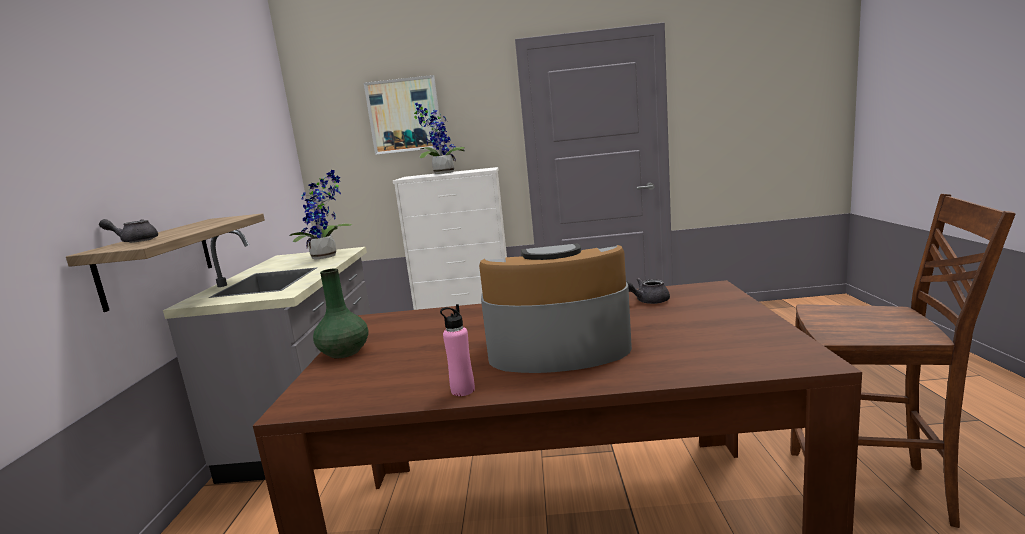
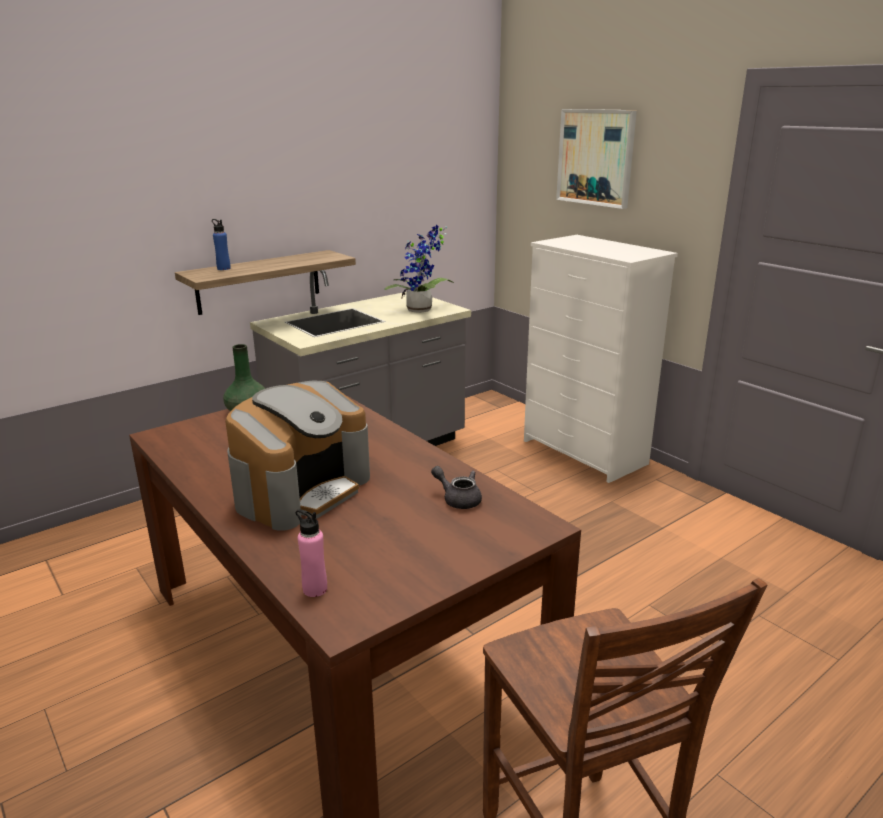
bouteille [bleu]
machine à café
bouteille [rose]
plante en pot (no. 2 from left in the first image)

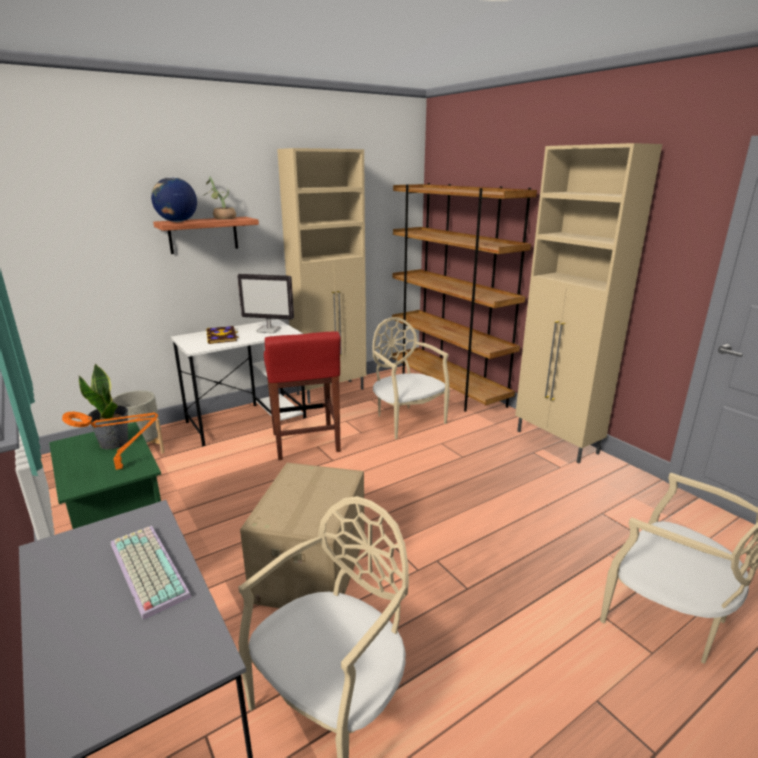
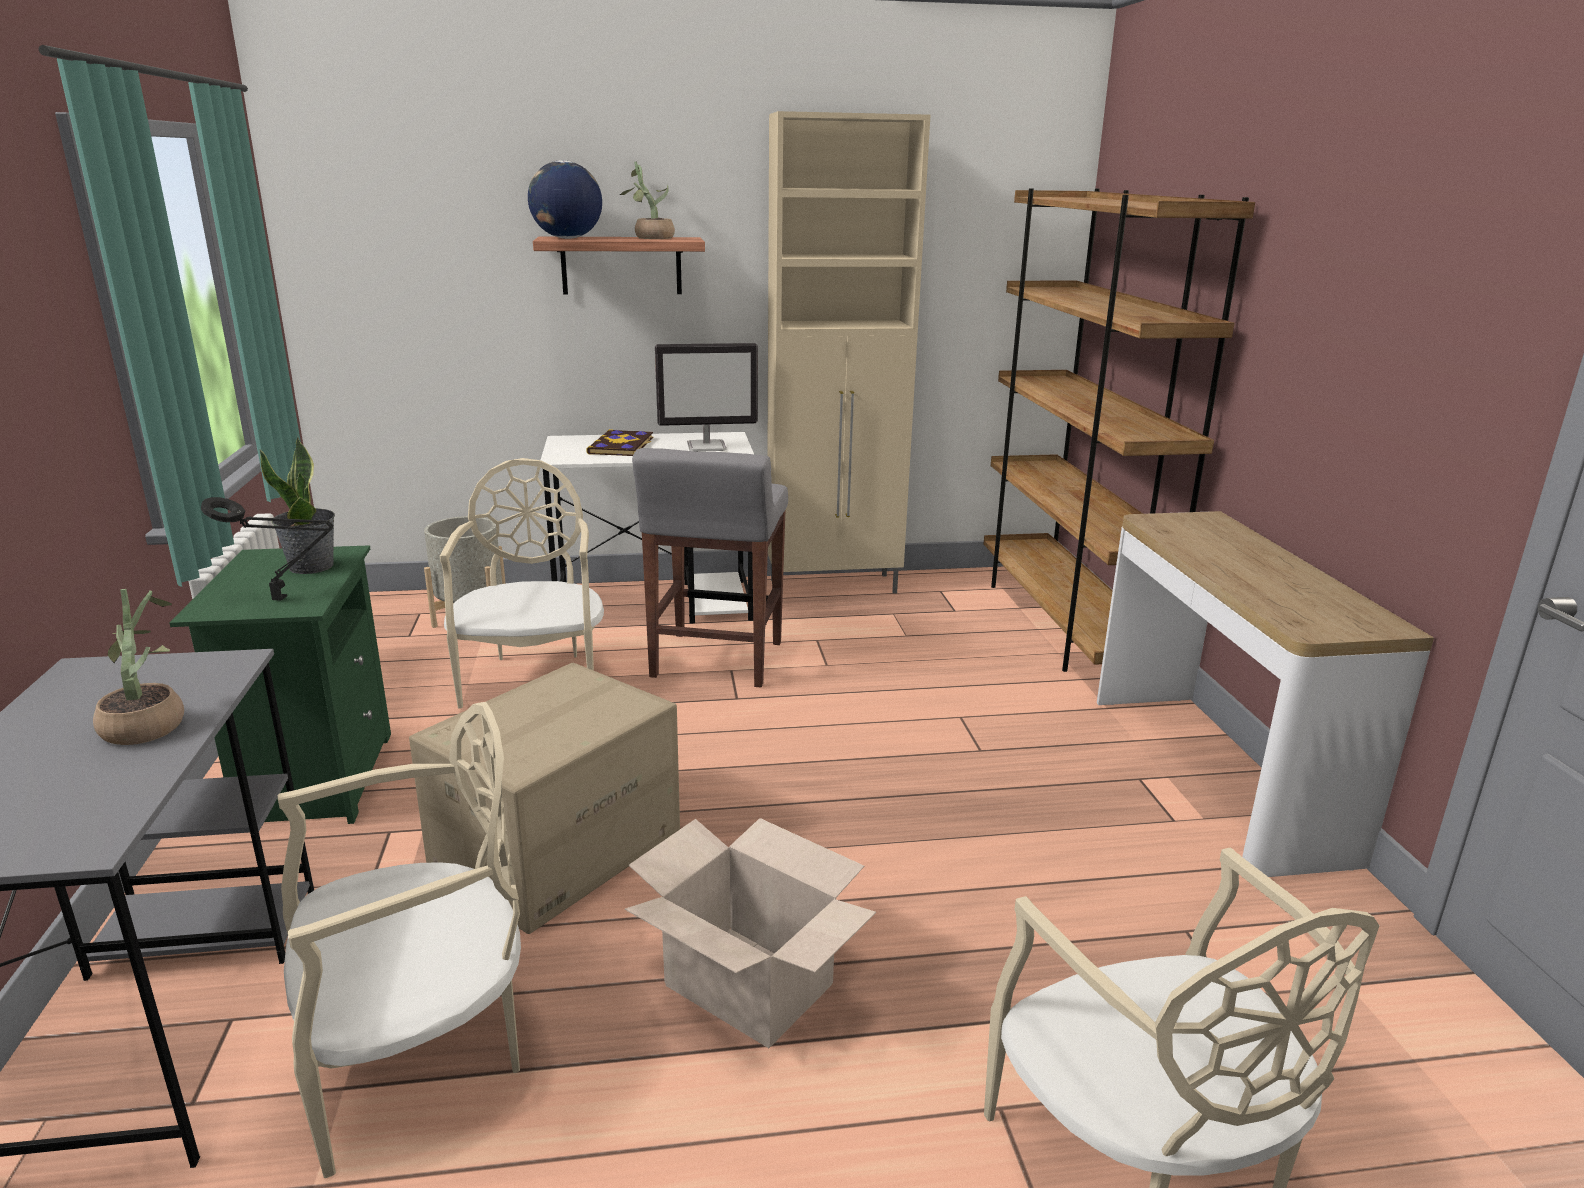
plante en pot (no. 1 from left)
lampe de table [noir]
chaise [beige] (no. 2 from left)
carton (no. 2 from left)
tabouret [gris]
écran d'ordinateur
table console

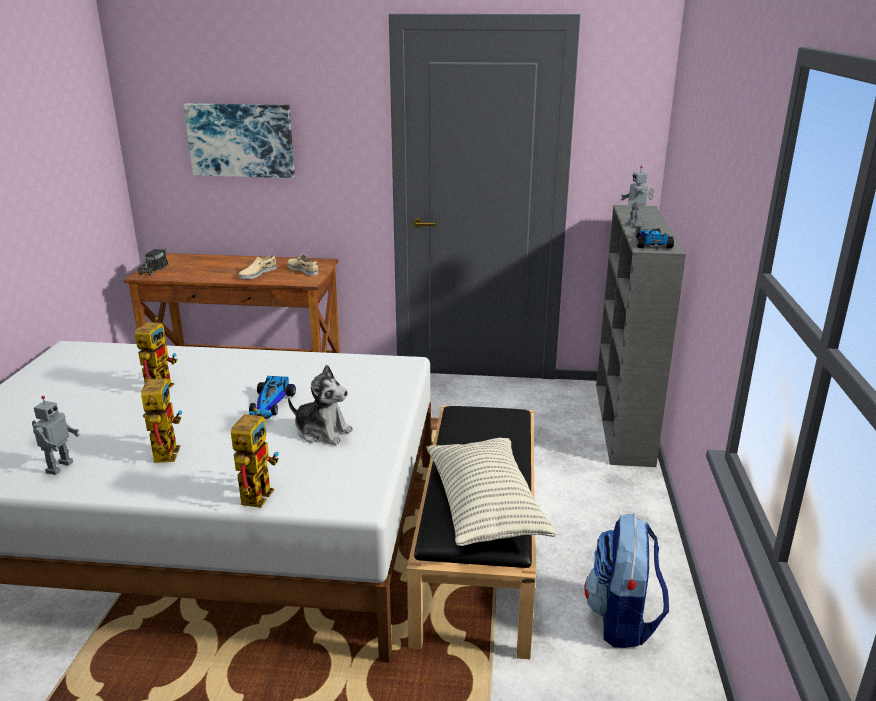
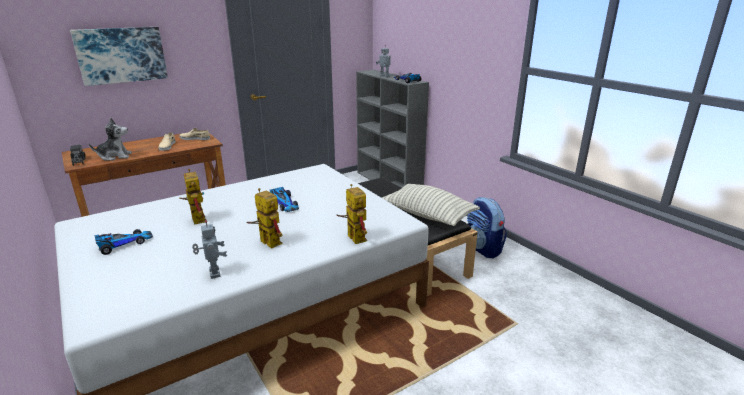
peluche
petite voiture (no. 1 from left)

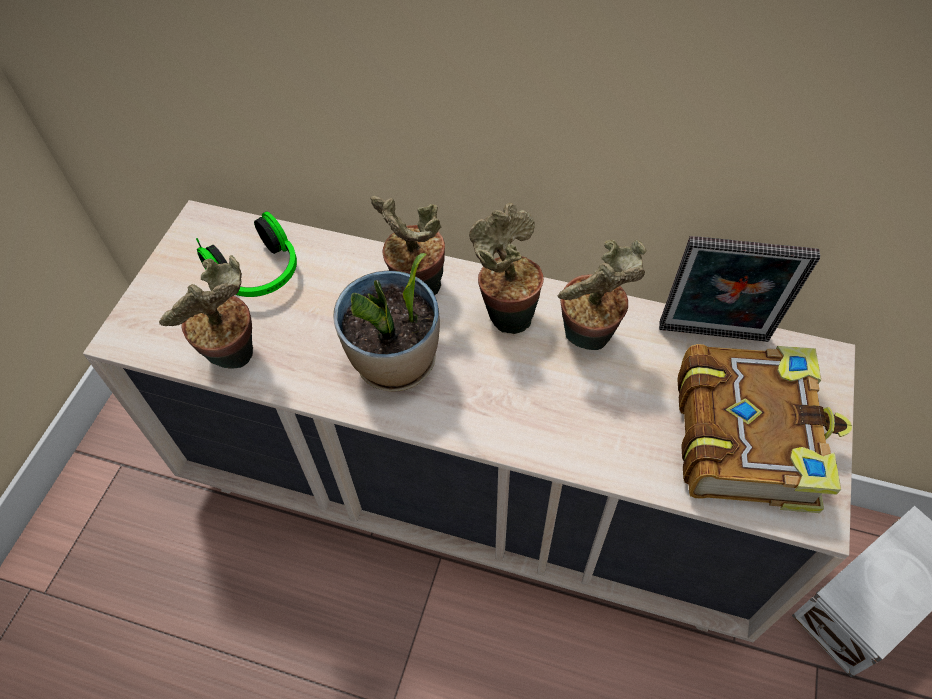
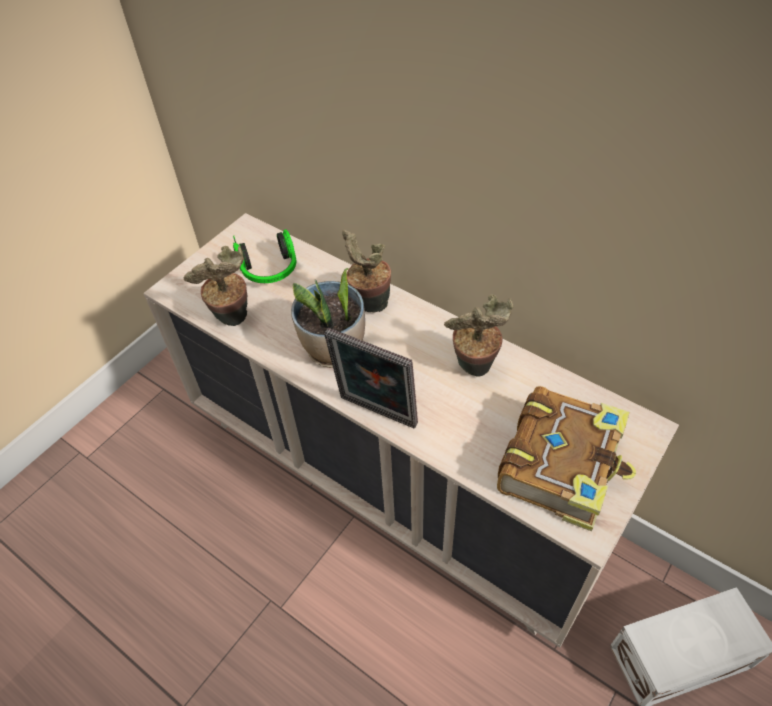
cadre photo
plante en pot (no. 4 from left in the first image)

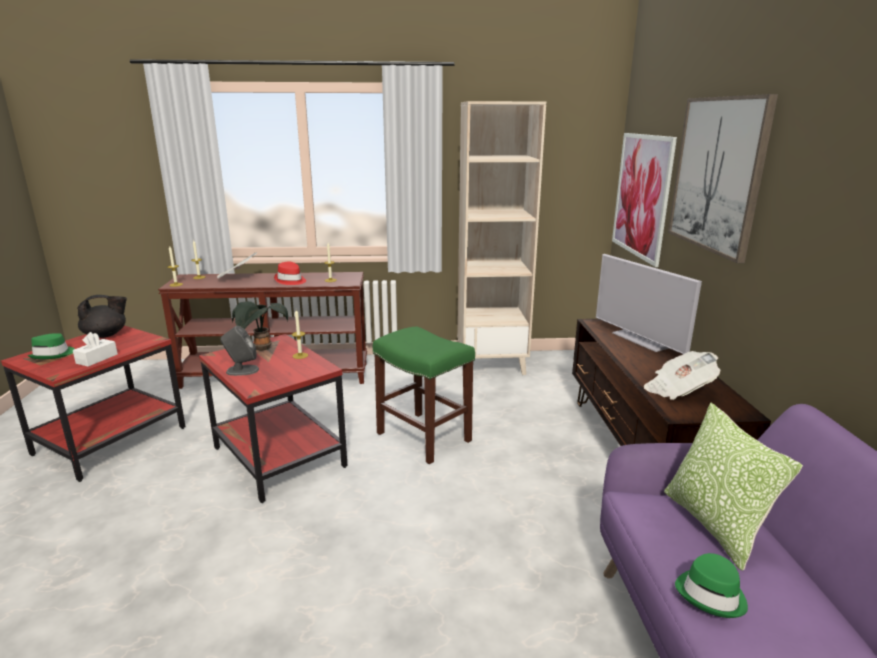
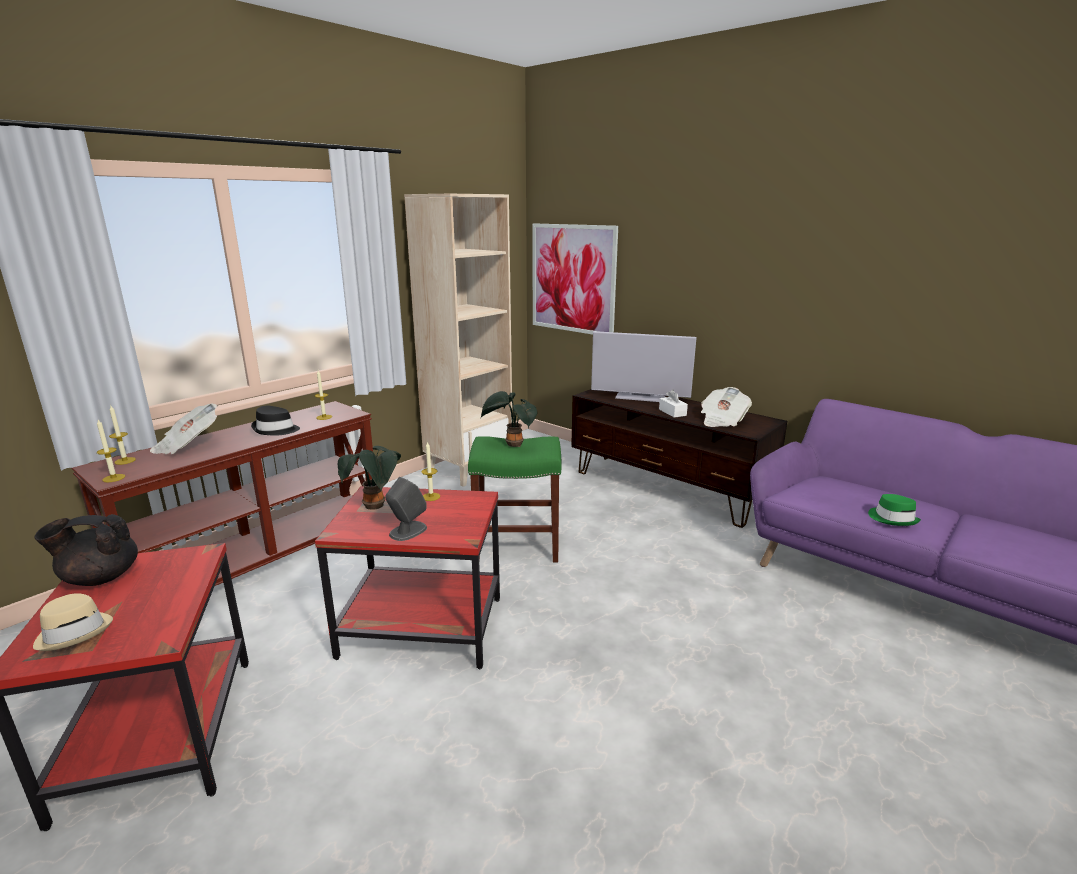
chapeau [beige]
théière [noir]
chapeau [noir]
plante en pot (no. 2 from left)
boîte à mouchoirs [blanc]
coussin
tableau (no. 2 from left in the first image)

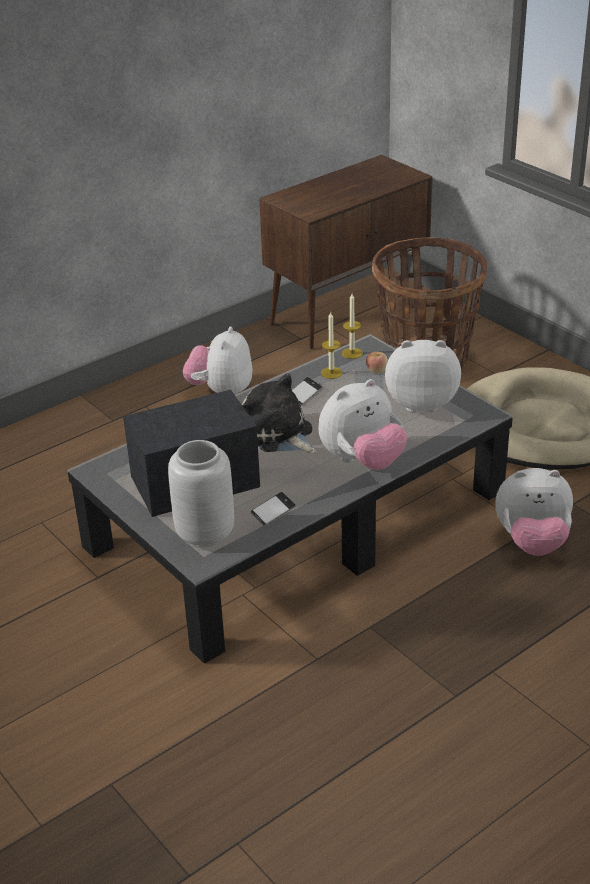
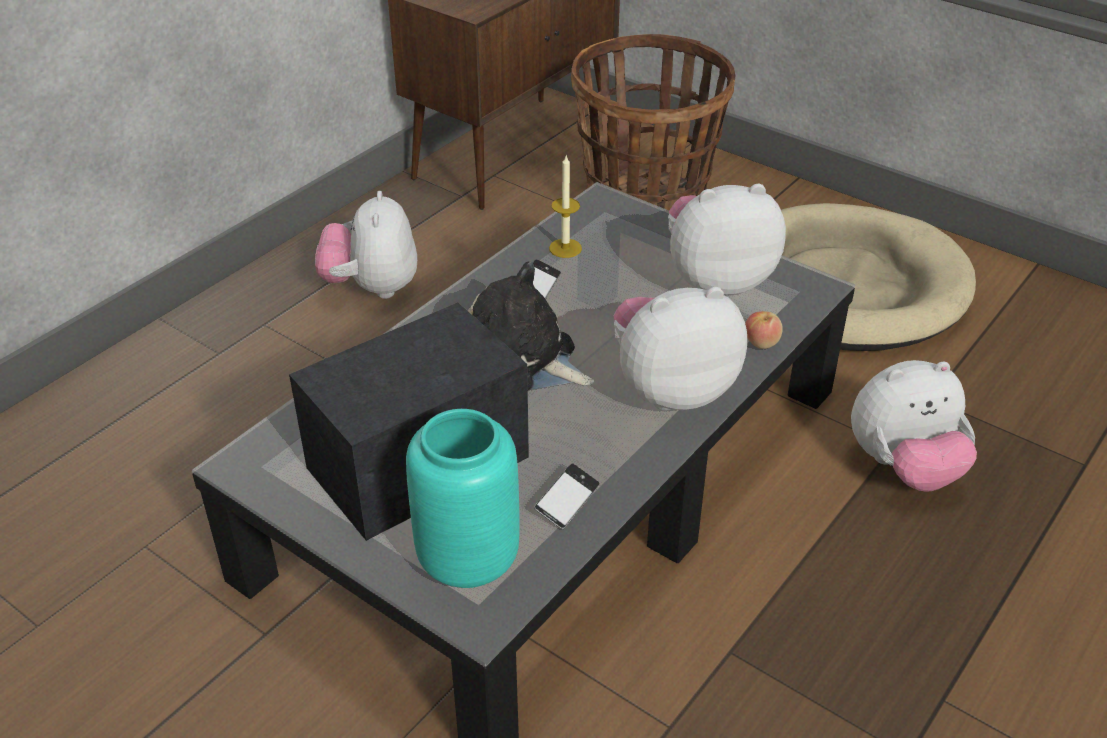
vase [turquoise]
peluche (no. 3 from left)
pomme
bougie (no. 2 from left in the first image)

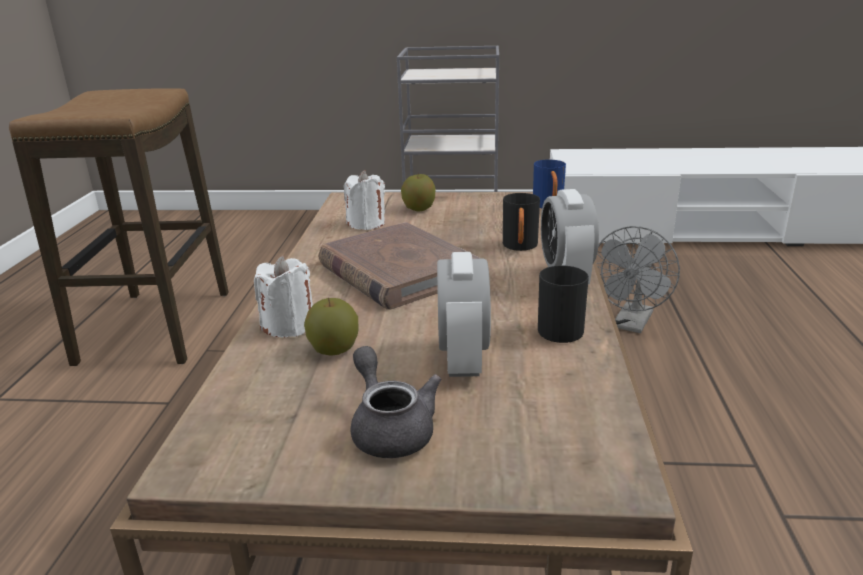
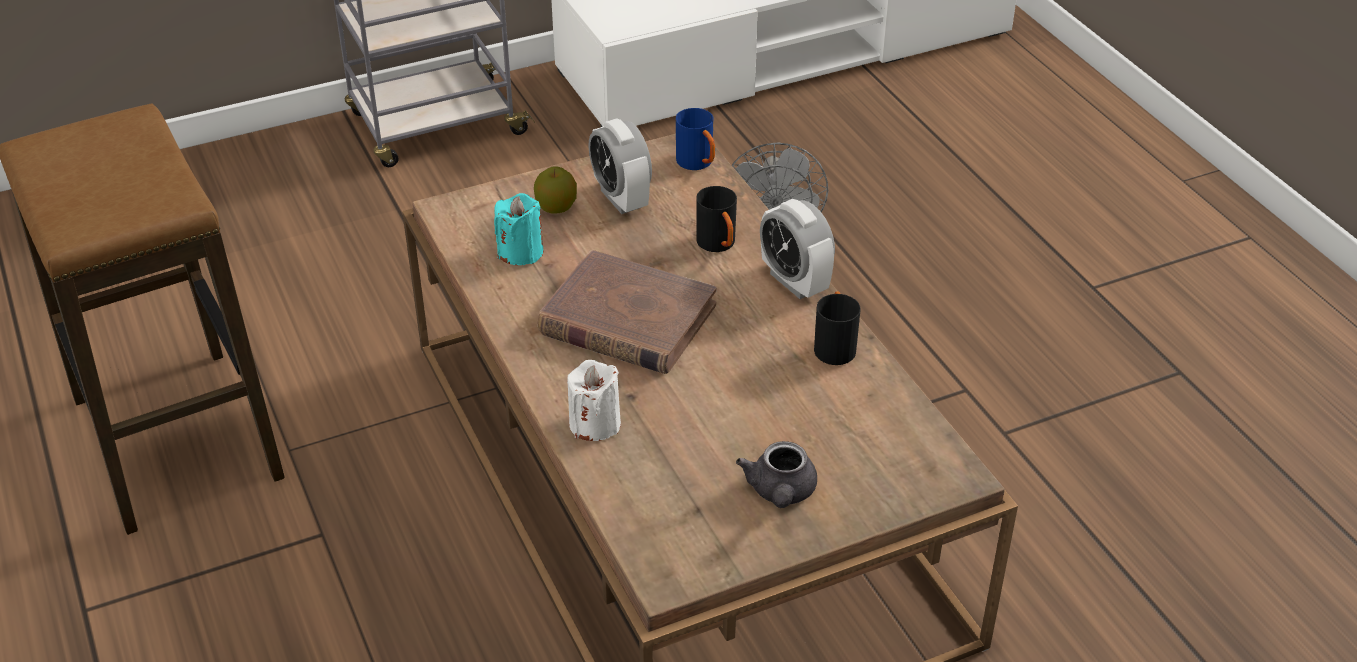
bougie [turquoise]
réveil (no. 1 from left)
théière [gris]
pomme (no. 1 from left in the first image)

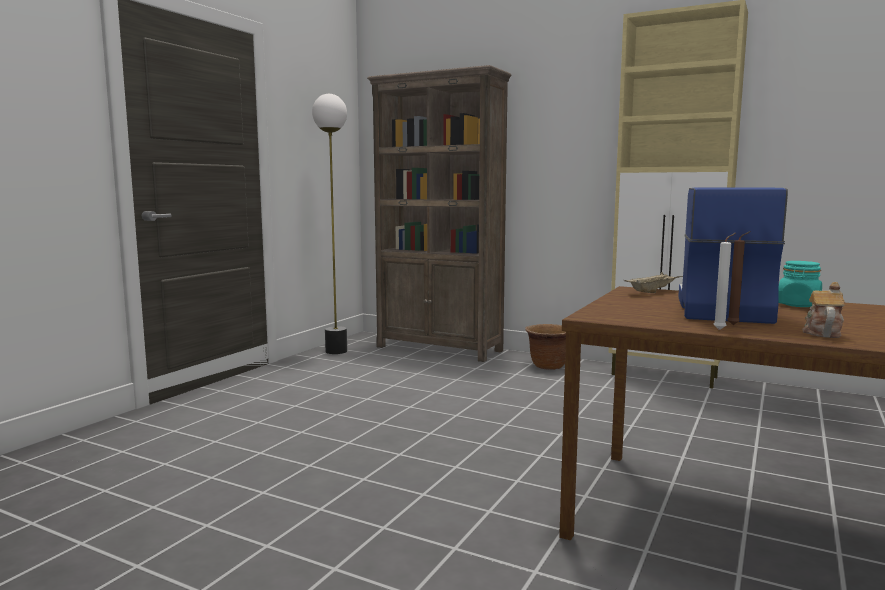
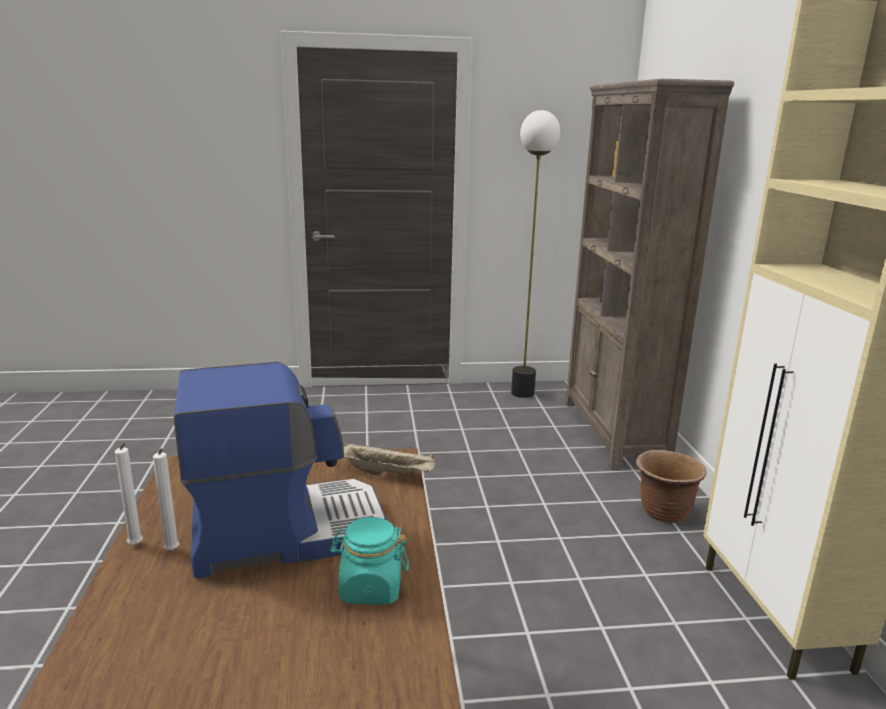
bougie [blanc] (no. 2 from left)
théière

